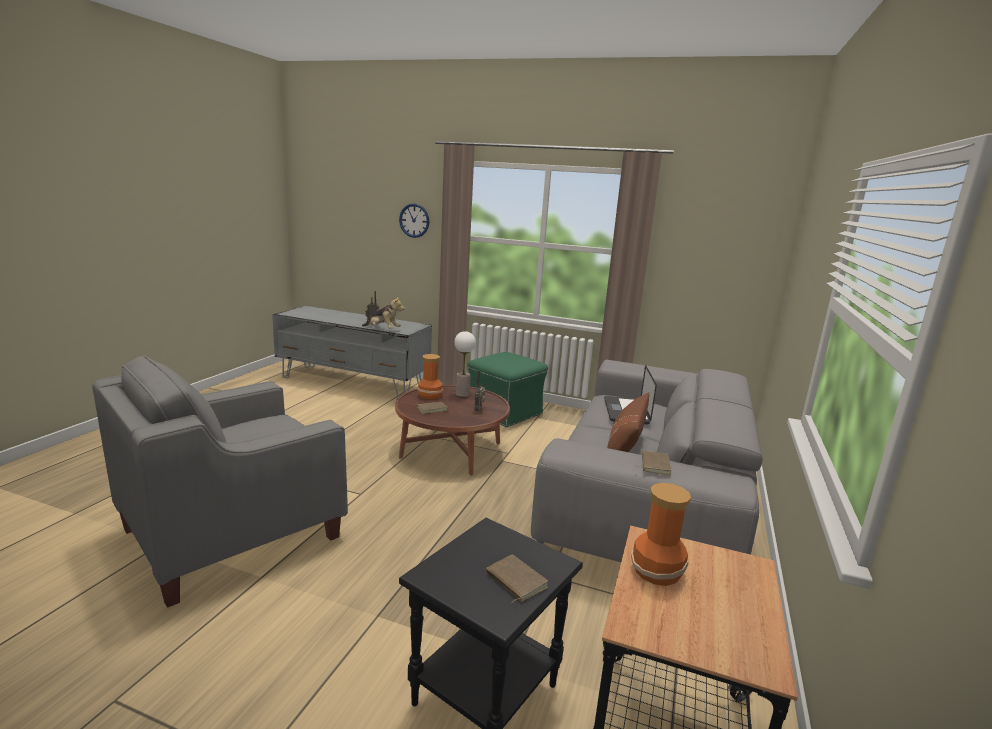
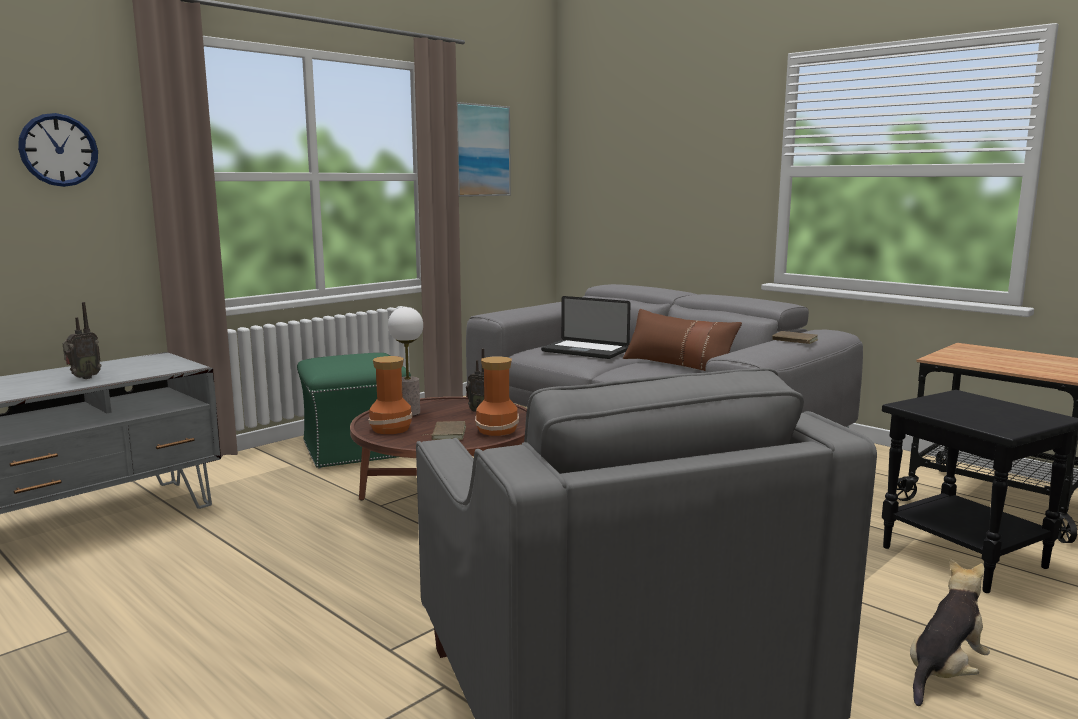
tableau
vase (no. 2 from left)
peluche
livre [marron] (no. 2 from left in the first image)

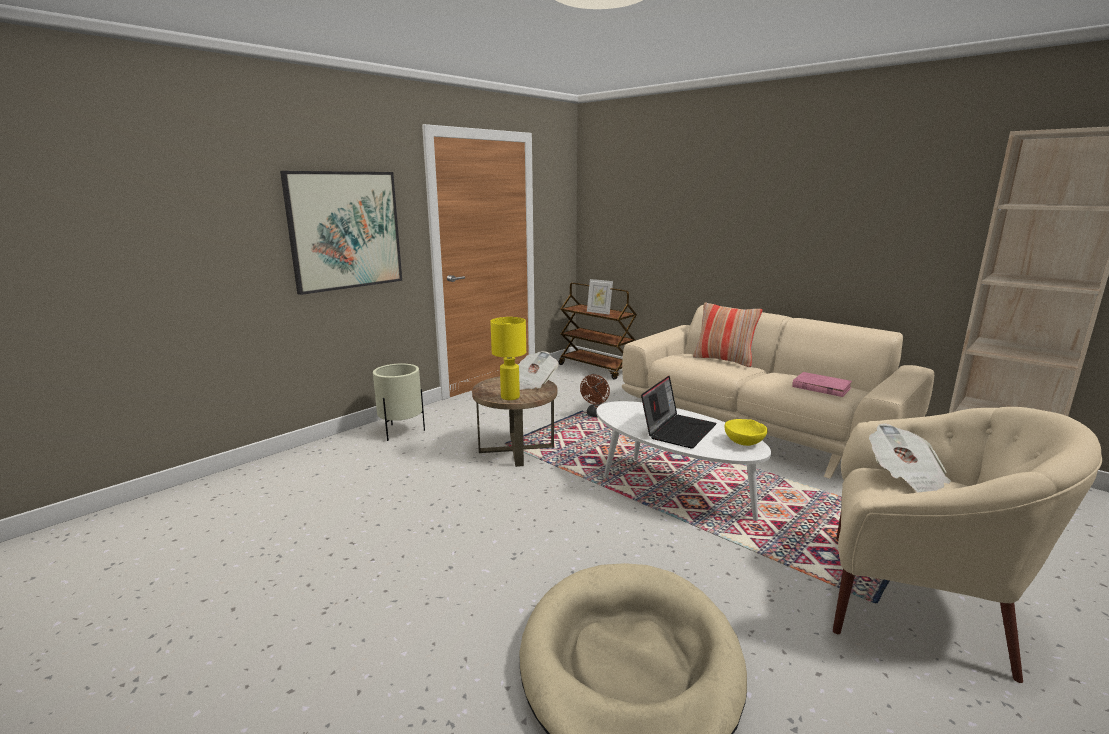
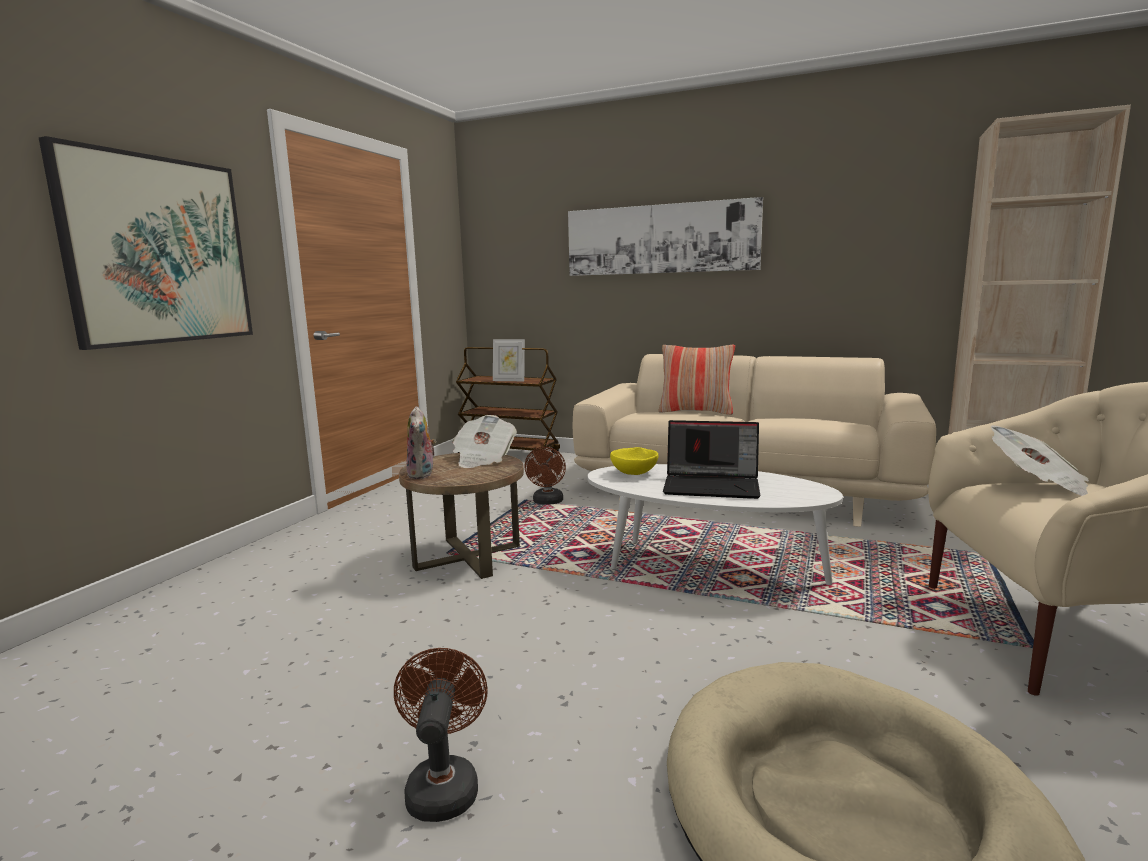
ventilateur [marron] (no. 1 from left)
peluche
tableau (no. 2 from left)
bol [jaune]
ordinateur portable
cache-pot [beige]
lampe de table [jaune]
livre [rose]

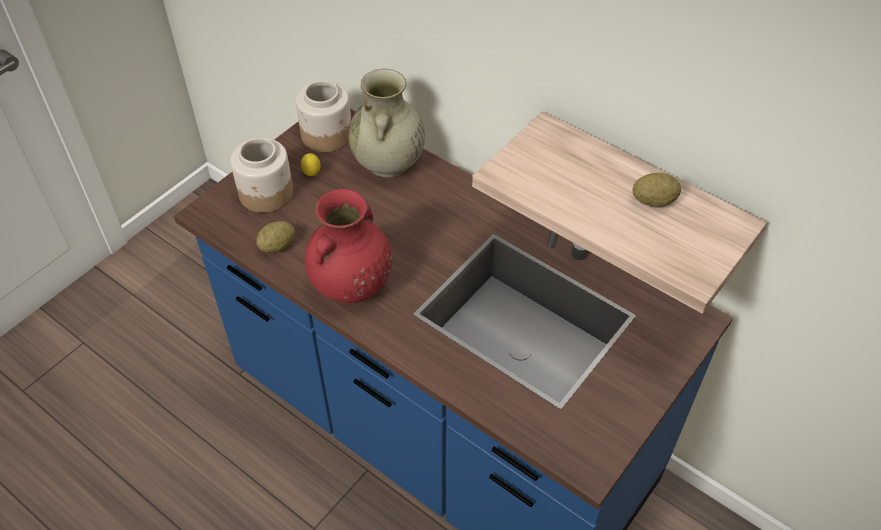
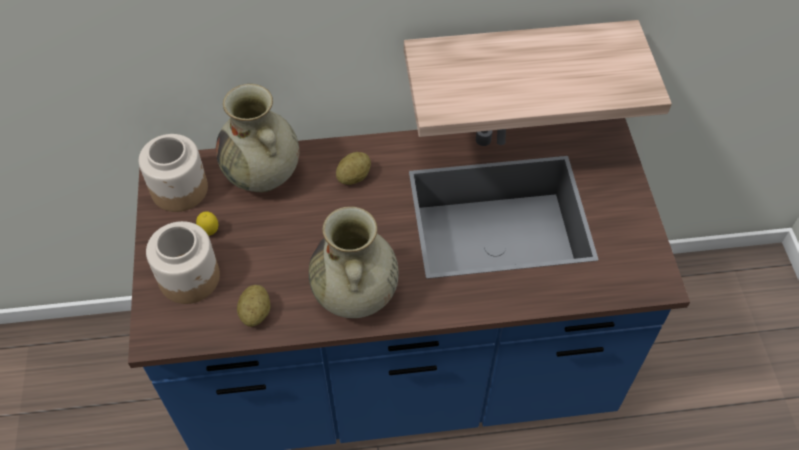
vase [beige] (no. 2 from left)
pomme de terre (no. 2 from left)

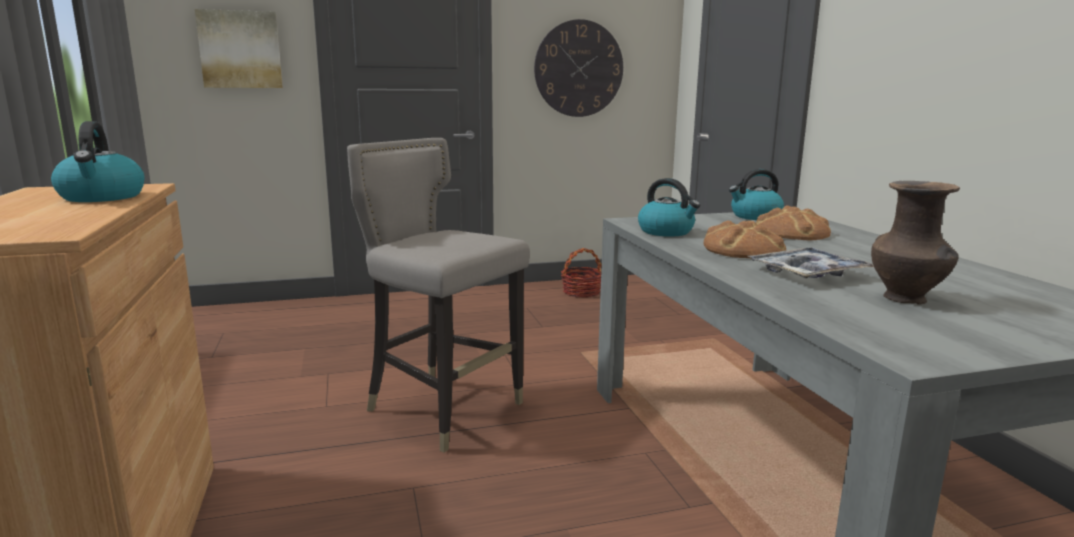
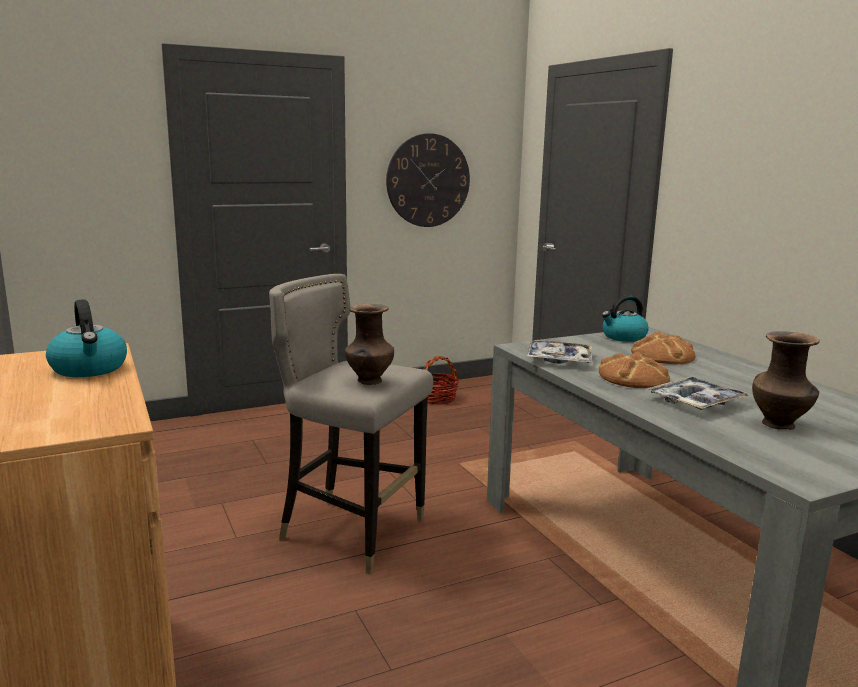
vase [marron] (no. 1 from left)
plateau (no. 1 from left)
tableau

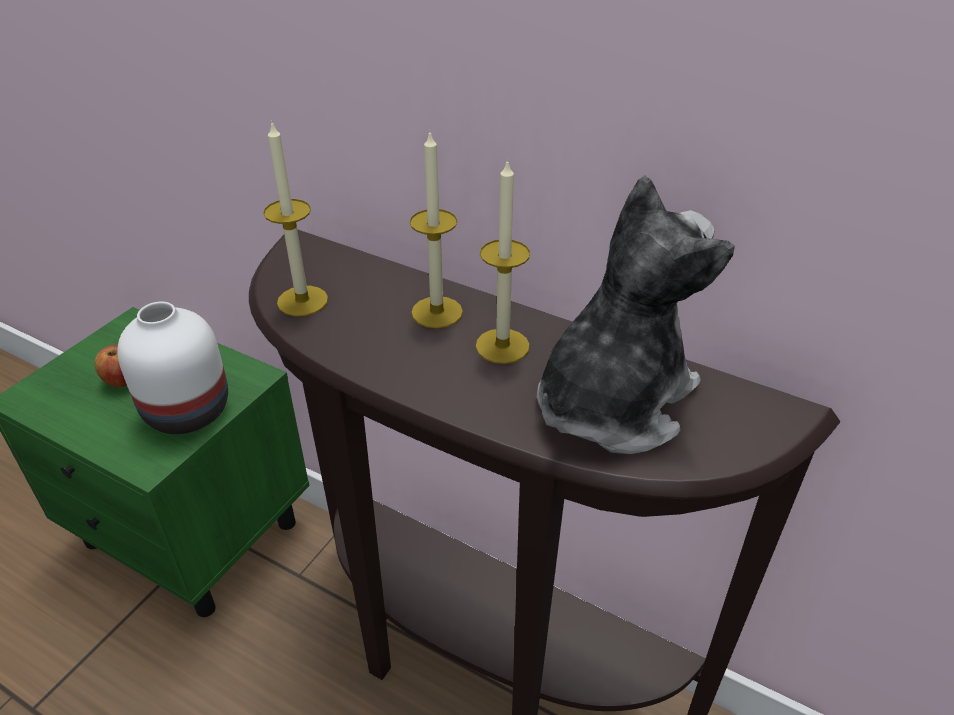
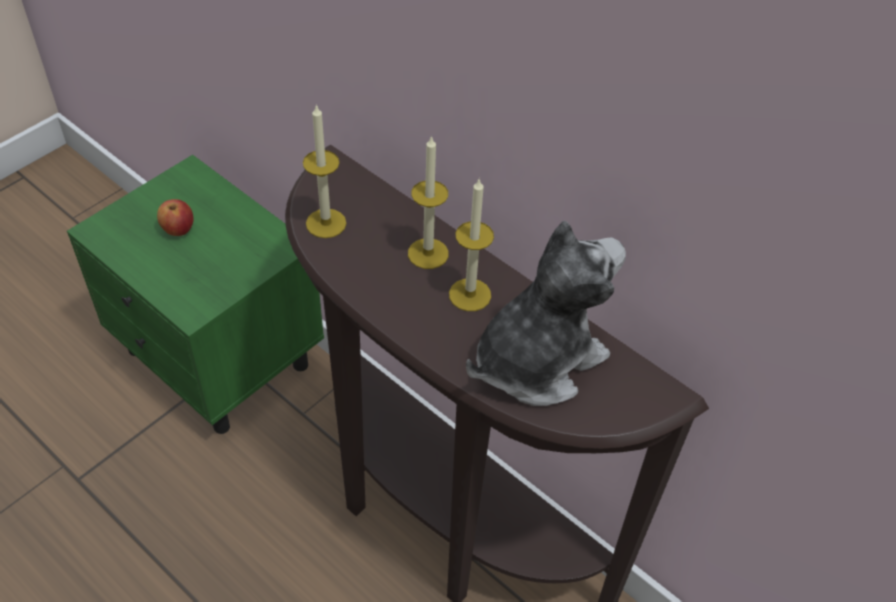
vase [blanc]

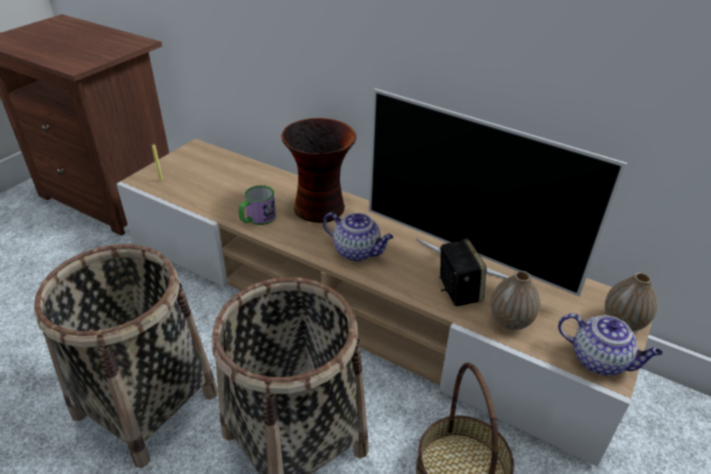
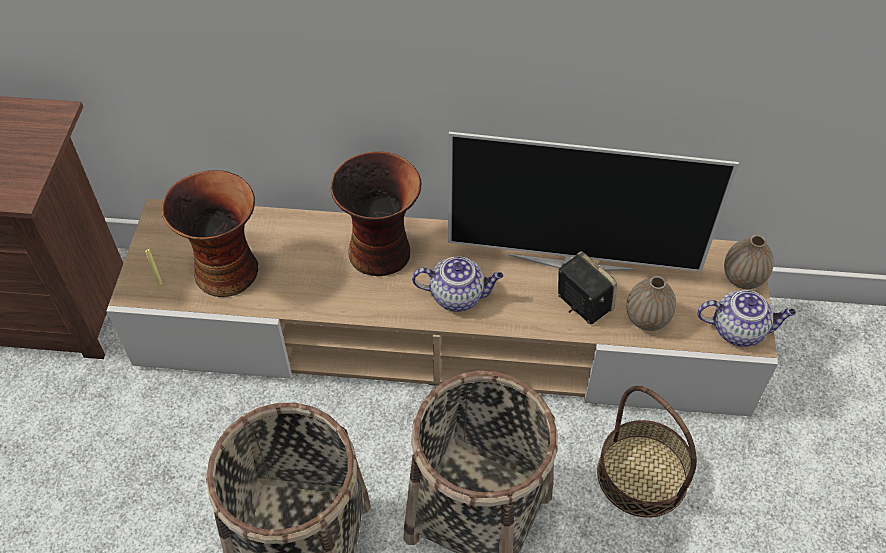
vase (no. 1 from left)
mug

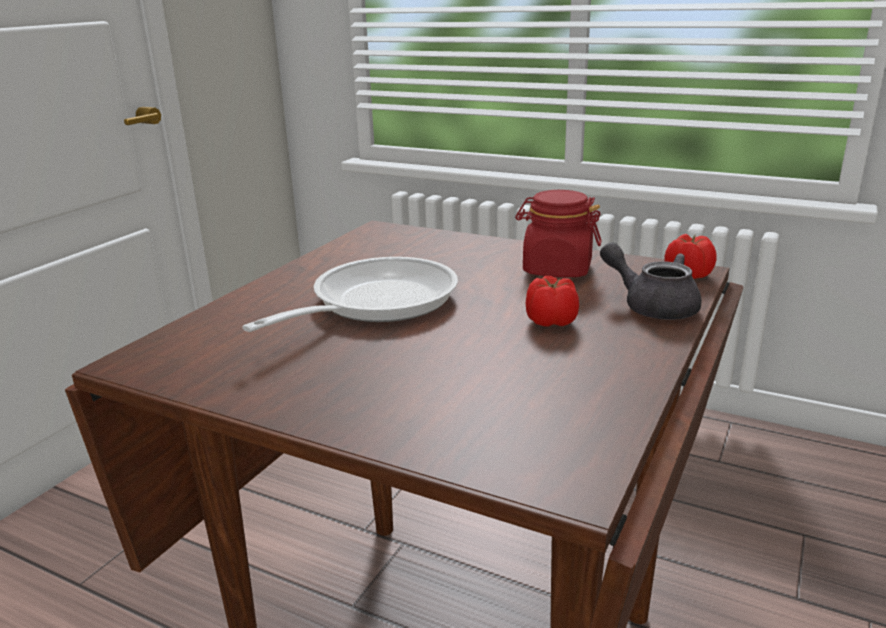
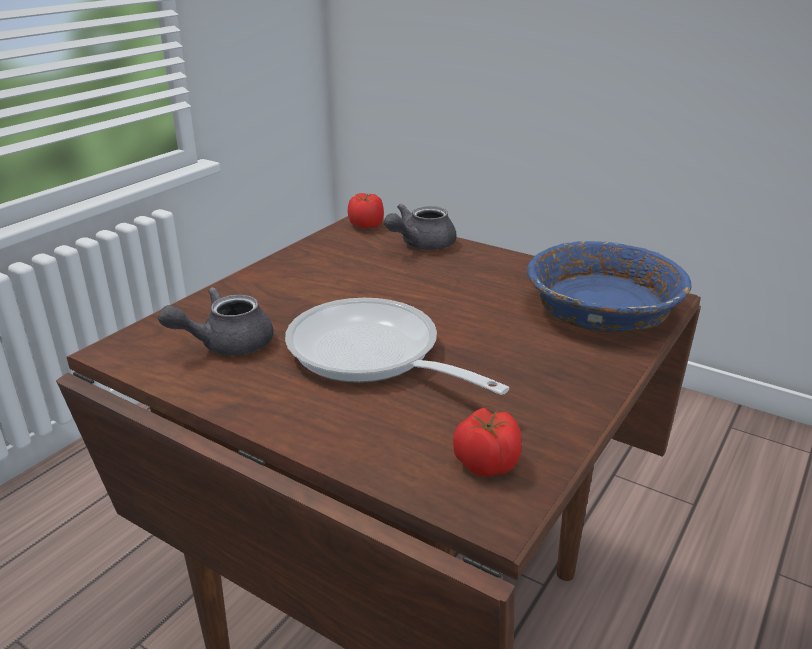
théière [gris] (no. 1 from left)
tomate (no. 2 from left)
bol [bleu]
bocal [rouge]

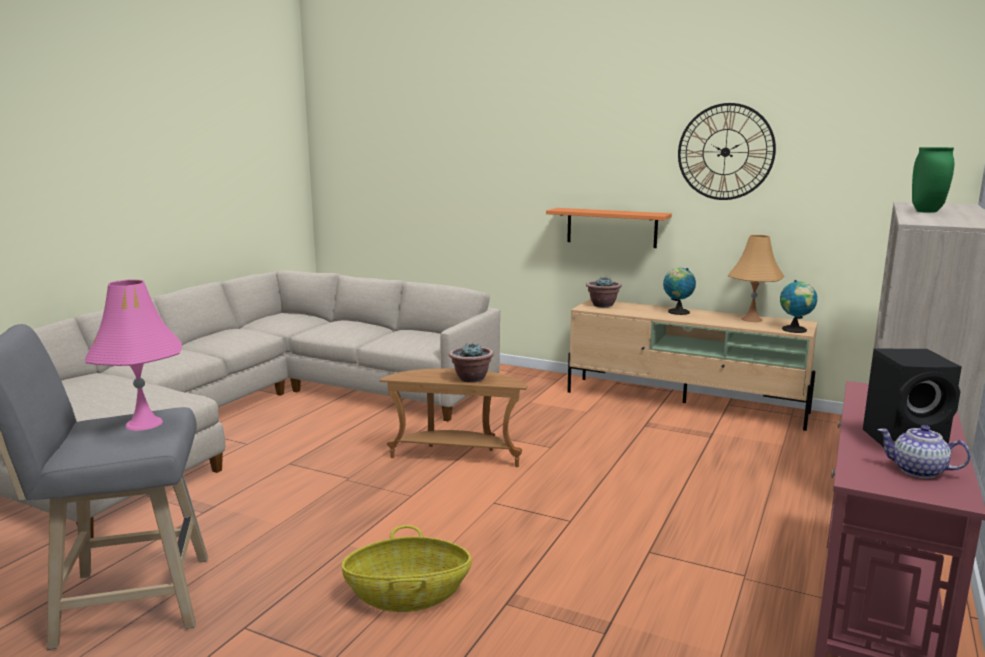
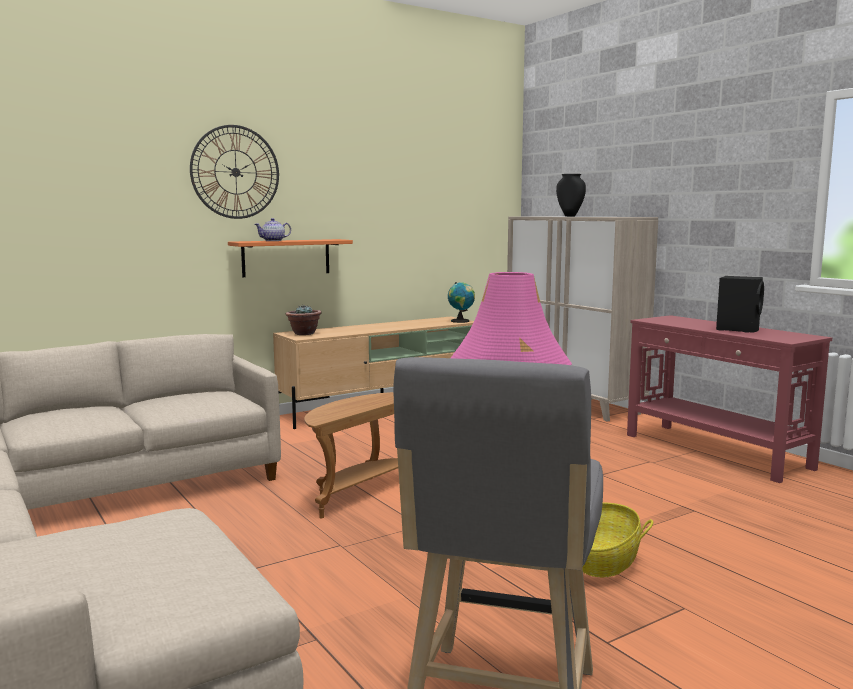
horloge murale
théière
vase [noir]
plante en pot (no. 1 from left in the first image)
globe (no. 1 from left in the first image)
lampe de table [orange]

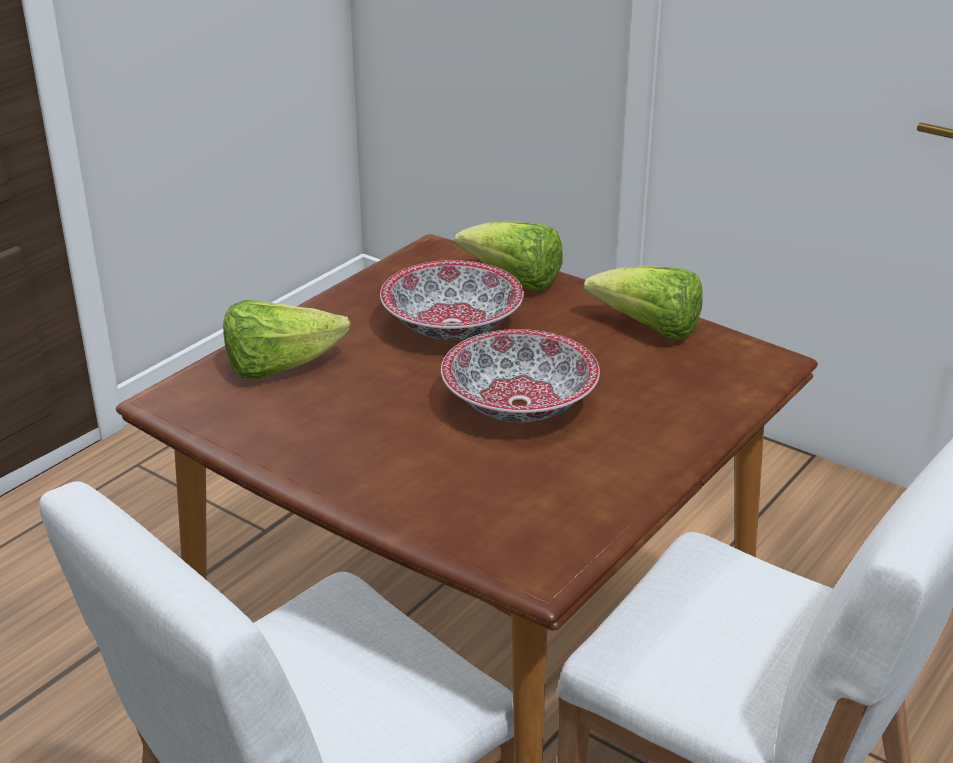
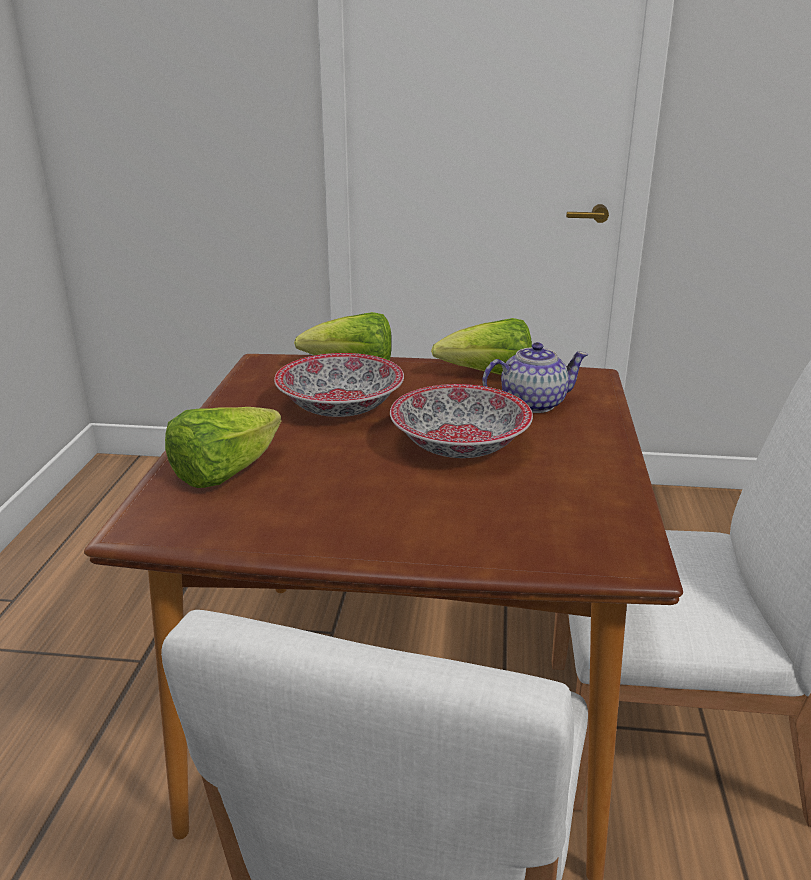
théière

